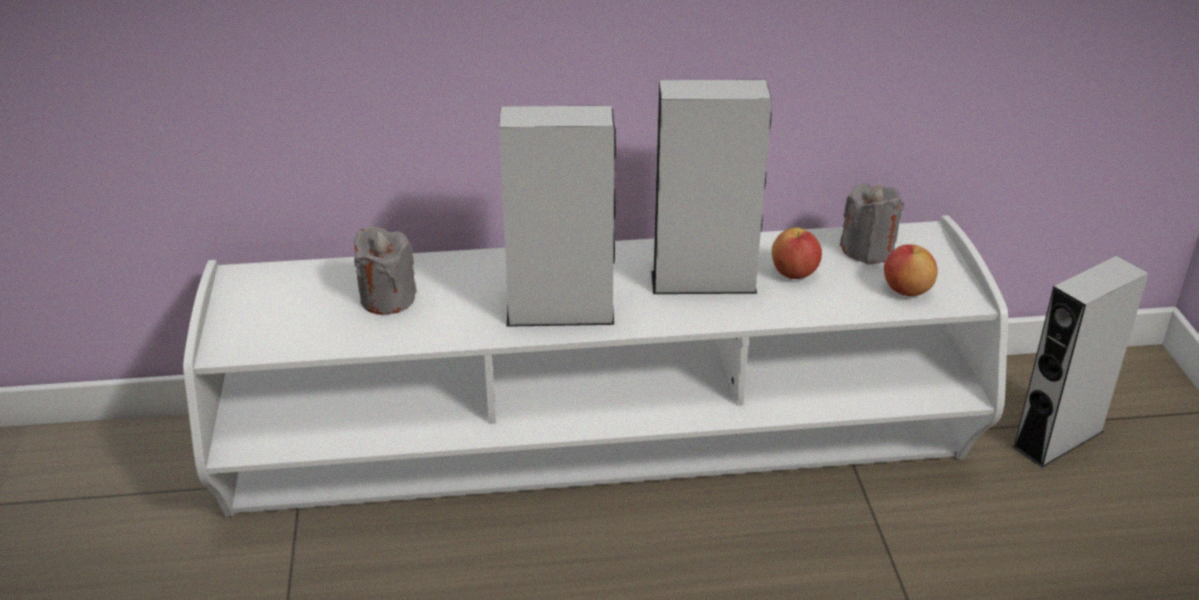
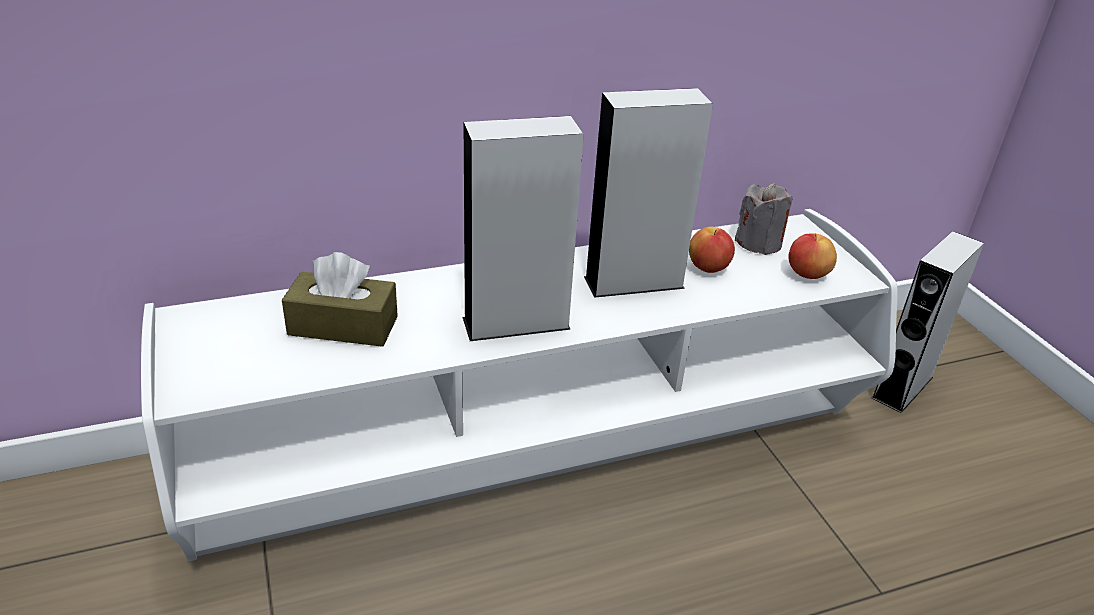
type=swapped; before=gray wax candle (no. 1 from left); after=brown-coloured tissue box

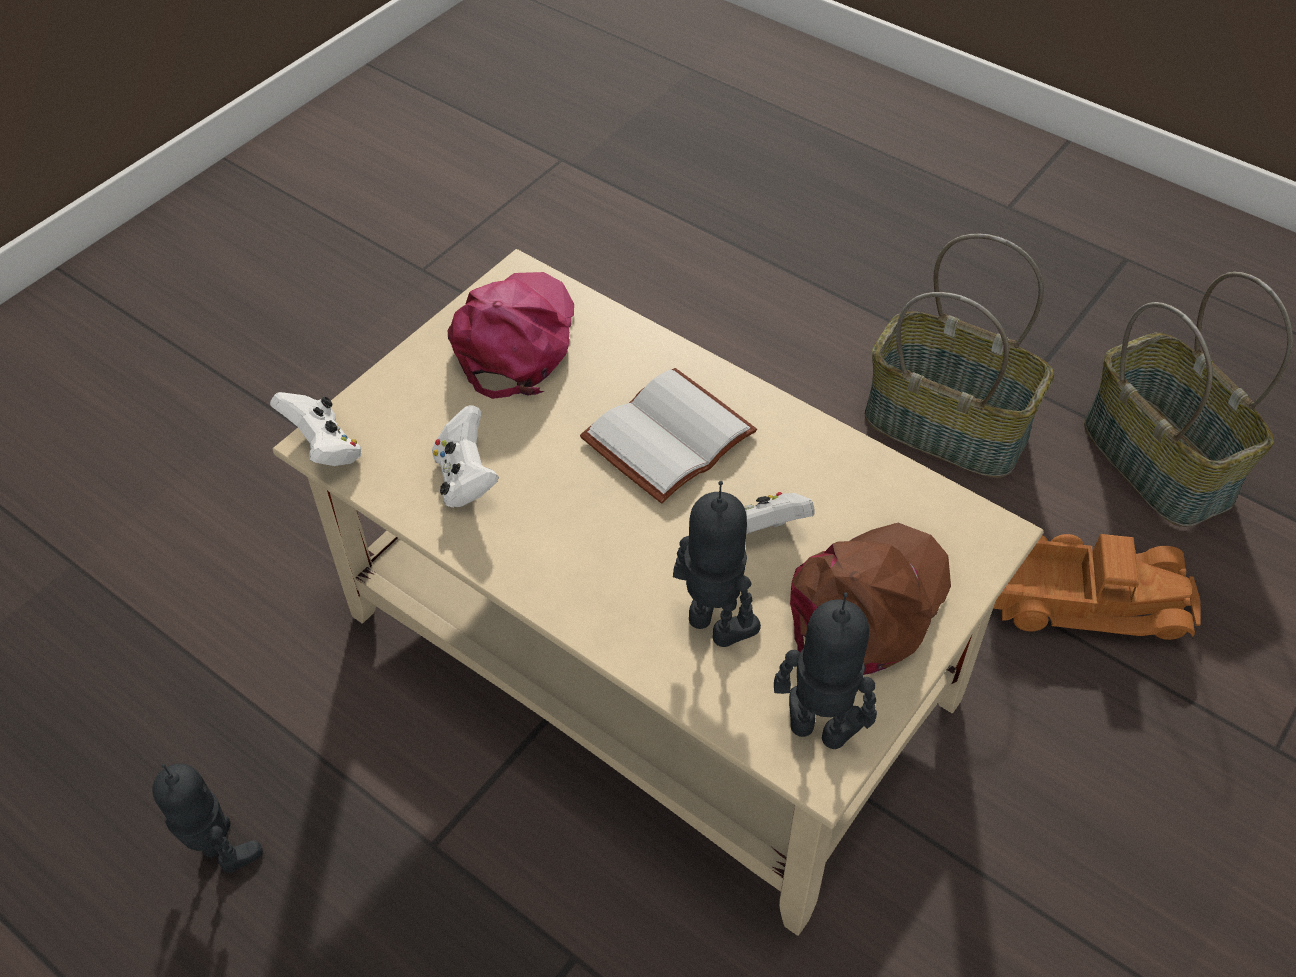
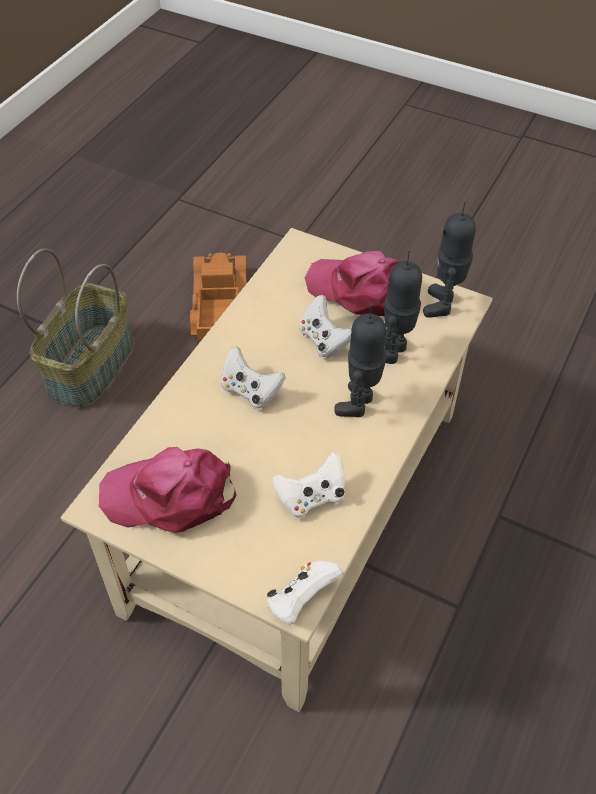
type=gone; before=basket (no. 2 from left)
type=swapped; before=white-coloured volume; after=white-coloured gamepad (no. 1 from left)
type=repainted; before=brown-coloured cap; after=pinkish cap (no. 2 from left)
type=shifted; before=toy robot (no. 1 from left)

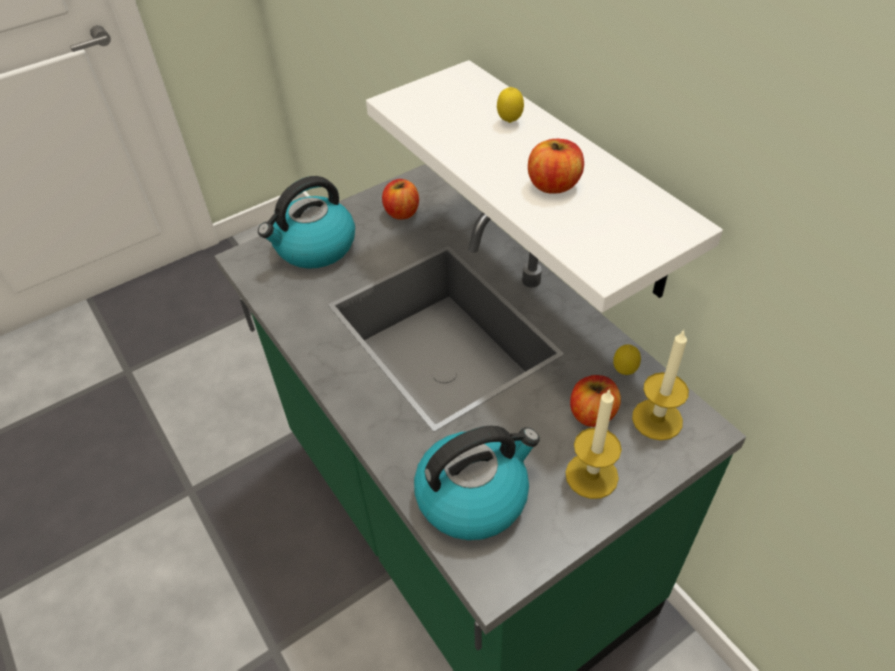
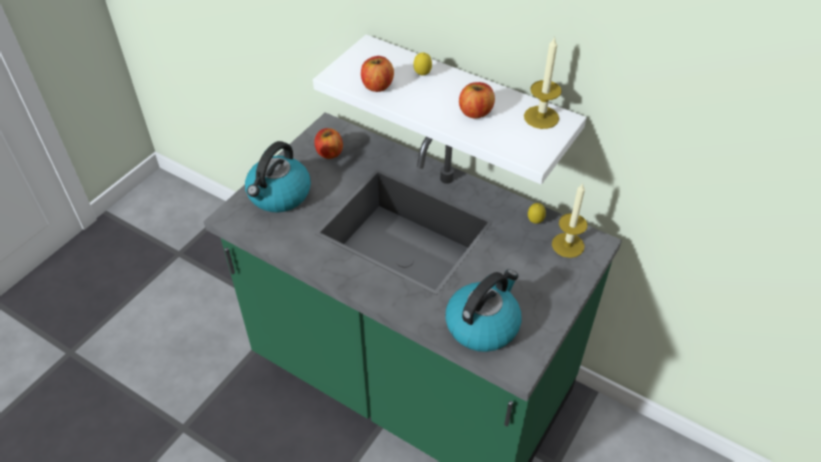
type=shifted; before=apple (no. 3 from left in the first image); after=apple (no. 2 from left)
type=shifted; before=wax candle (no. 1 from left)

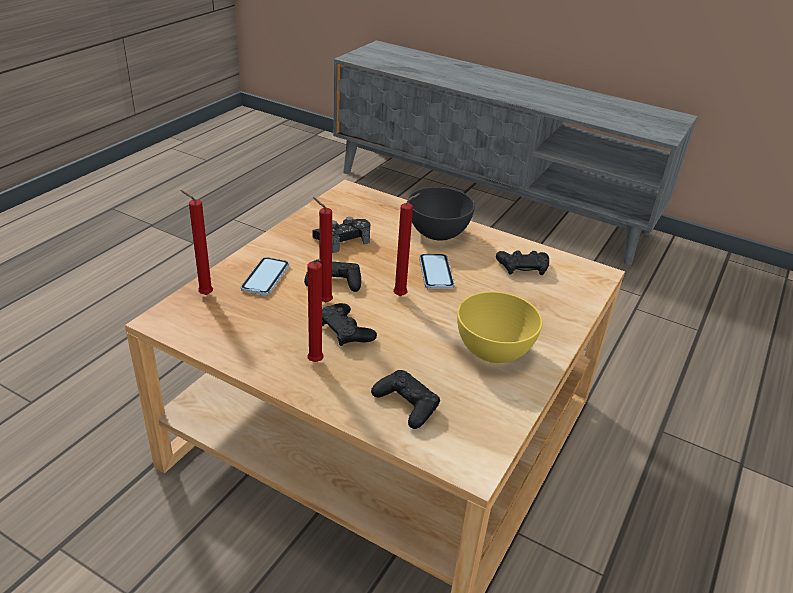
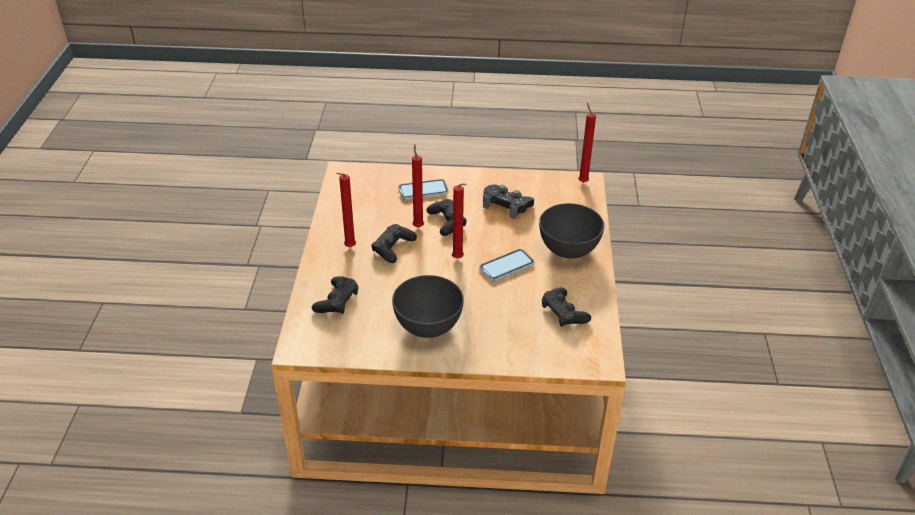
type=shifted; before=reddish wax candle (no. 1 from left in the first image); after=reddish wax candle (no. 4 from left)
type=repainted; before=yellow bowl; after=gray bowl (no. 1 from left)

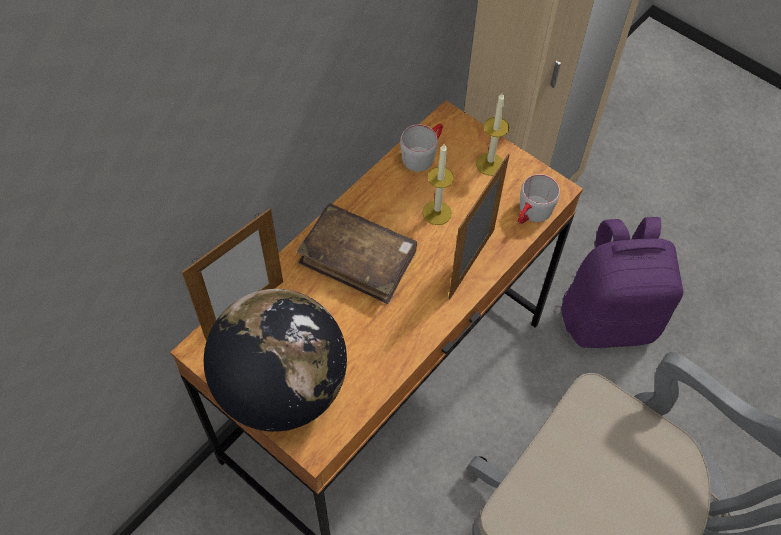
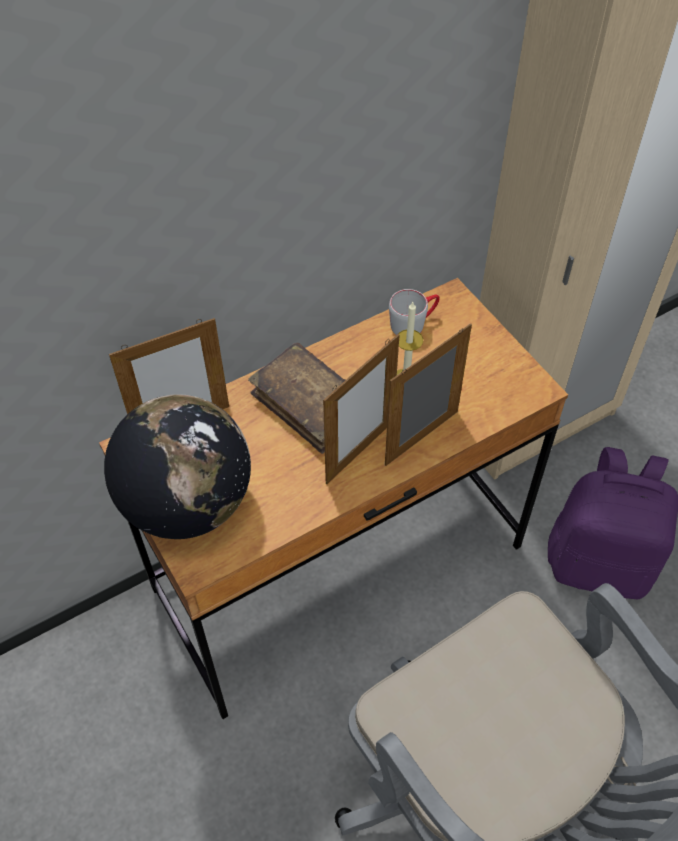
type=gone; before=wax candle (no. 2 from left)
type=gone; before=gray mug (no. 2 from left)
type=new; after=picture frame (no. 2 from left)

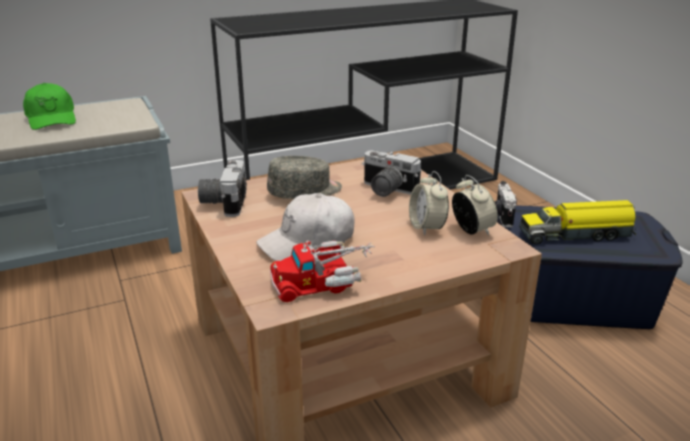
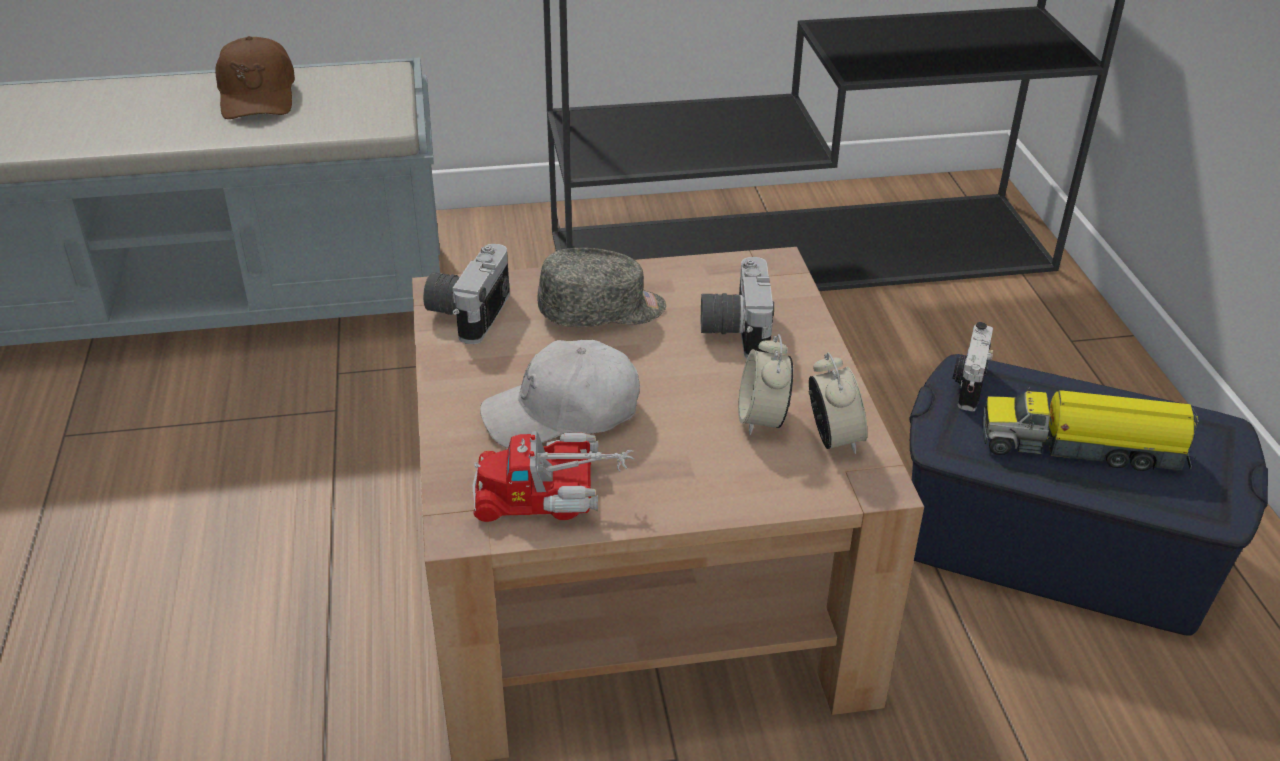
type=repainted; before=green cap; after=brown-coloured cap
type=rotated; before=still camera (no. 2 from left); turn=45

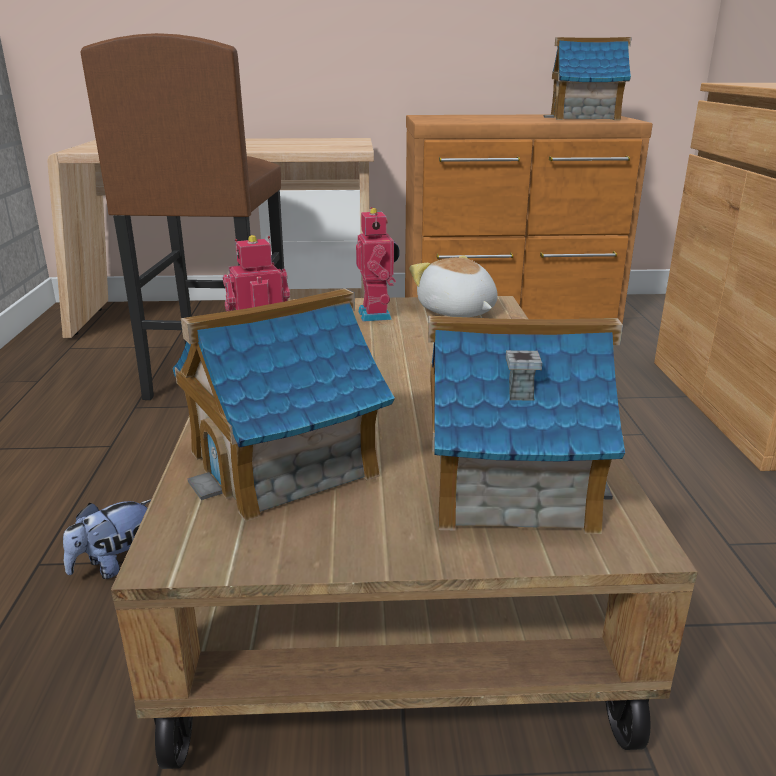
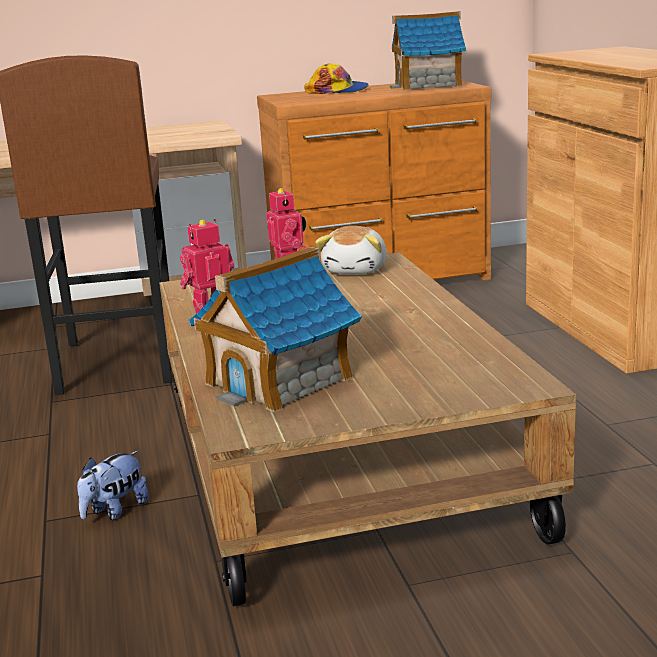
type=rotated; before=cuddly toy (no. 2 from left); turn=-120
type=gone; before=model house (no. 2 from left)
type=new; after=cap

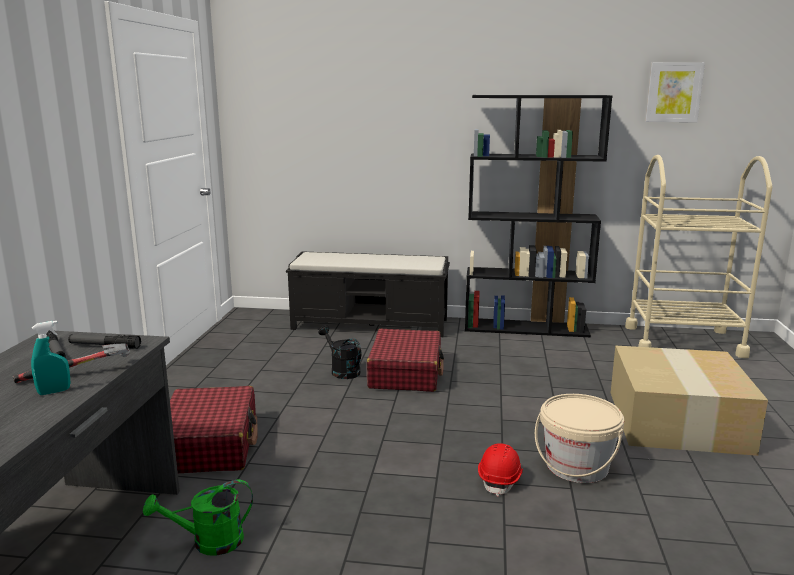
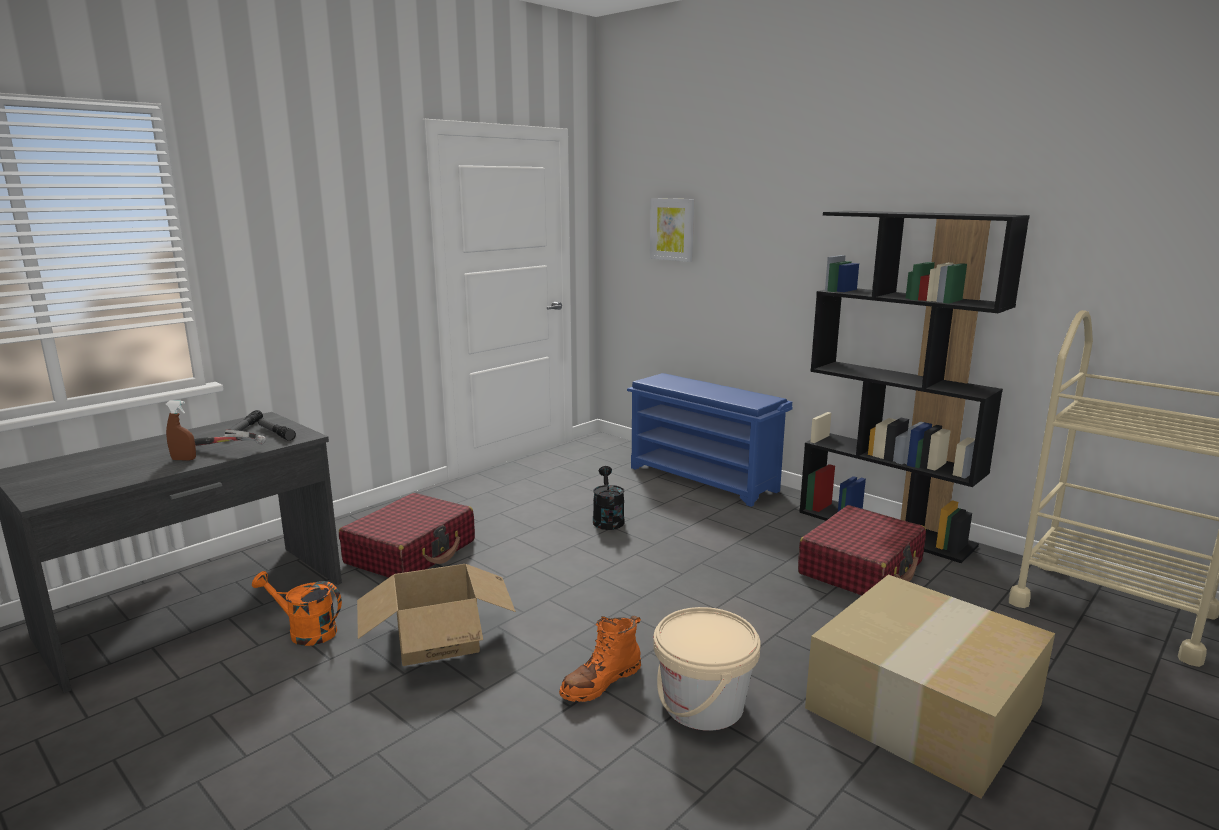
type=shifted; before=wall picture
type=swapped; before=blackish indoor bench; after=blue-coloured shoe shelf
type=repainted; before=blue-green hand sprayer; after=brown-coloured hand sprayer
type=shifted; before=reddish piece of luggage (no. 2 from left)
type=swapped; before=reddish hard hat; after=orange boot
type=repainted; before=green sprinkling can; after=orange sprinkling can
type=new; after=packing box (no. 1 from left)

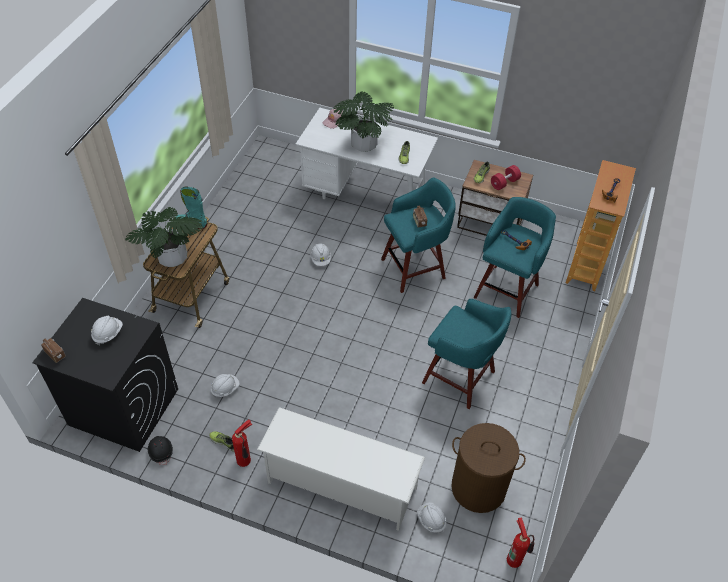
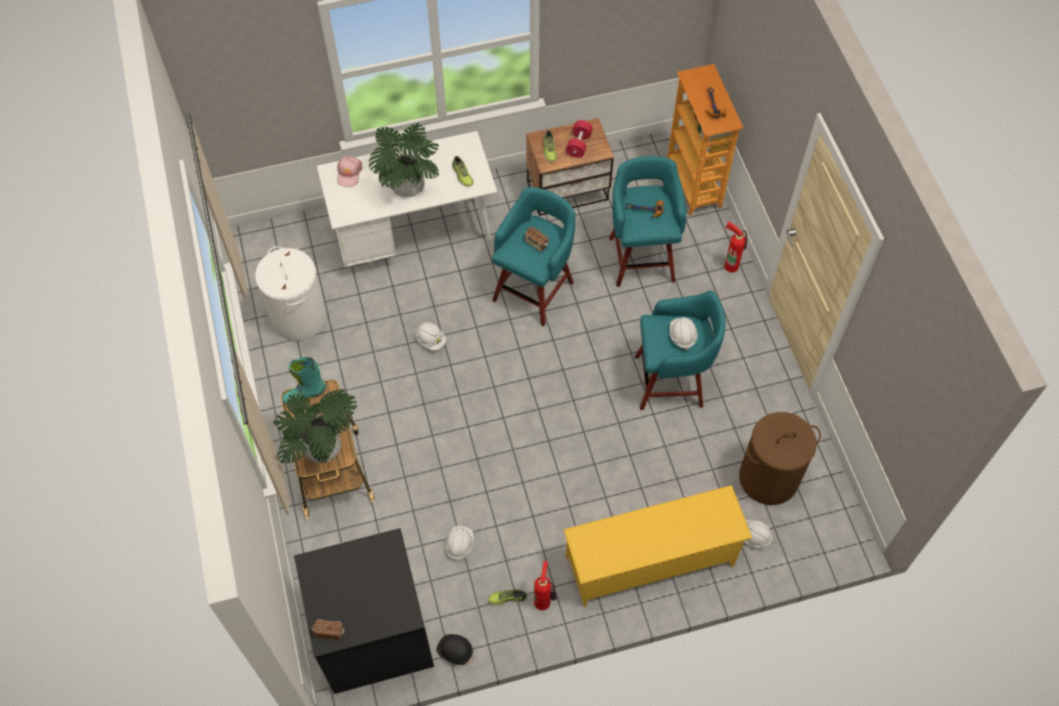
type=shifted; before=white-coloured hard hat (no. 1 from left in the first image); after=white-coloured hard hat (no. 3 from left)
type=repainted; before=white-coloured shoe shelf; after=yellow shoe shelf
type=shifted; before=fire extinguisher (no. 2 from left)
type=new; after=white-coloured laundry basket

